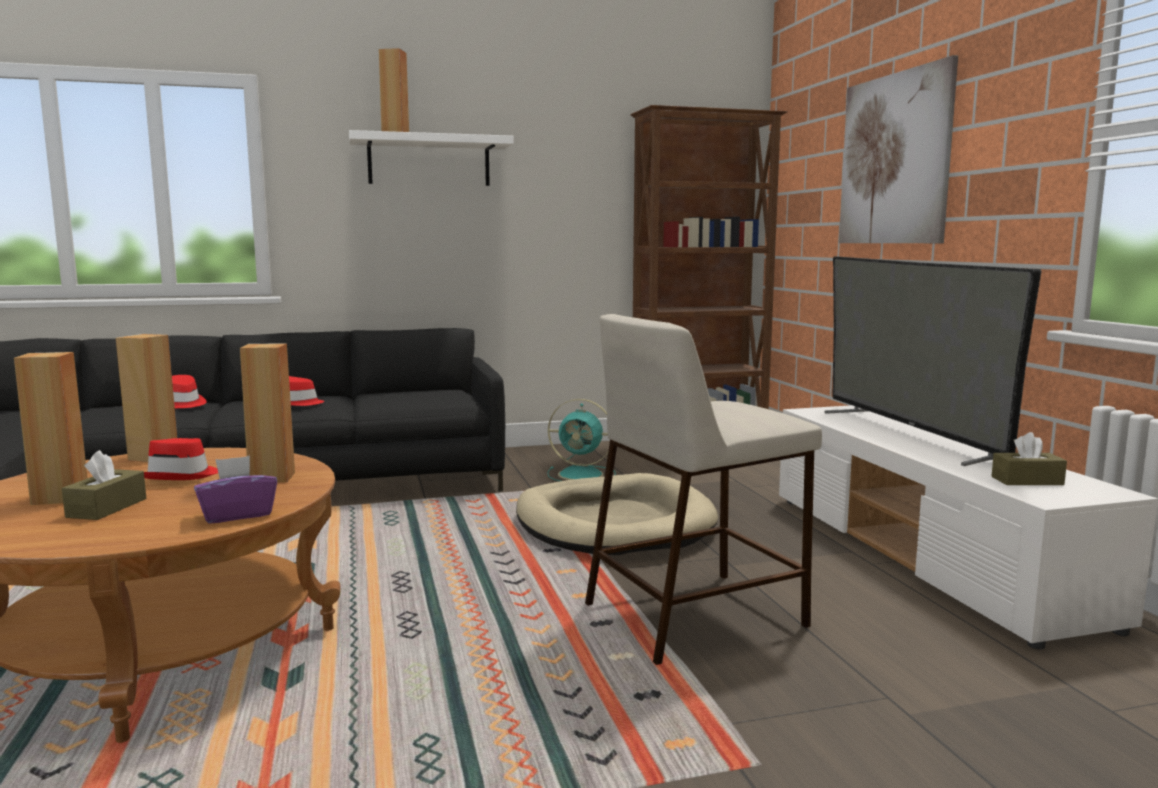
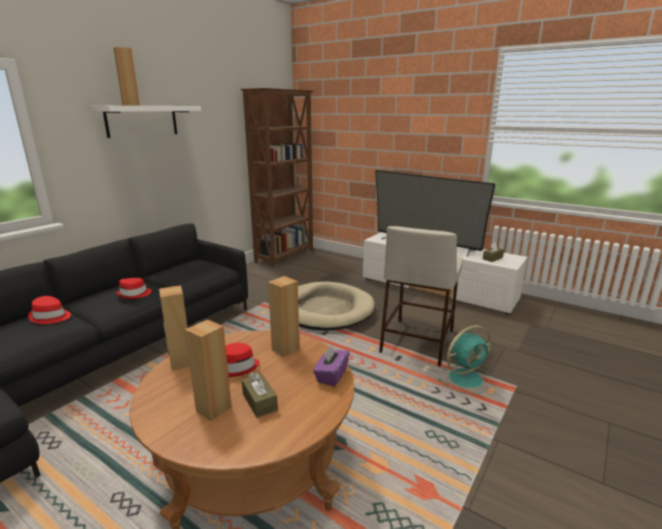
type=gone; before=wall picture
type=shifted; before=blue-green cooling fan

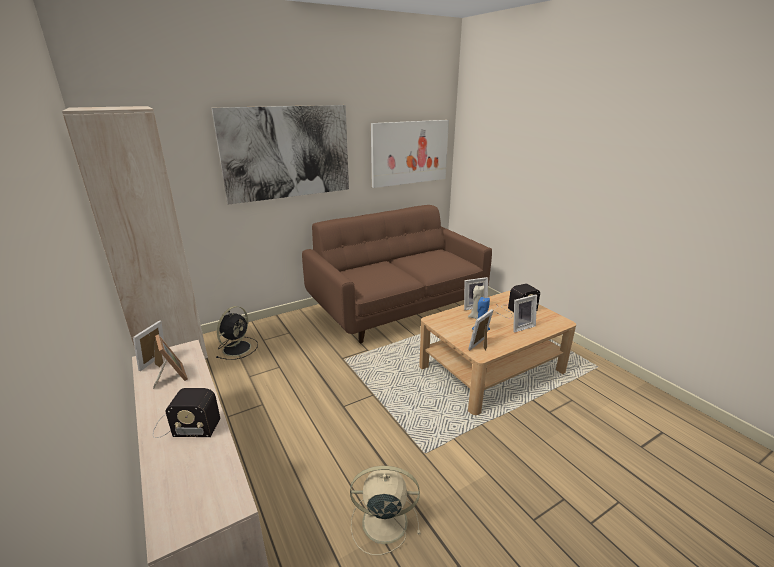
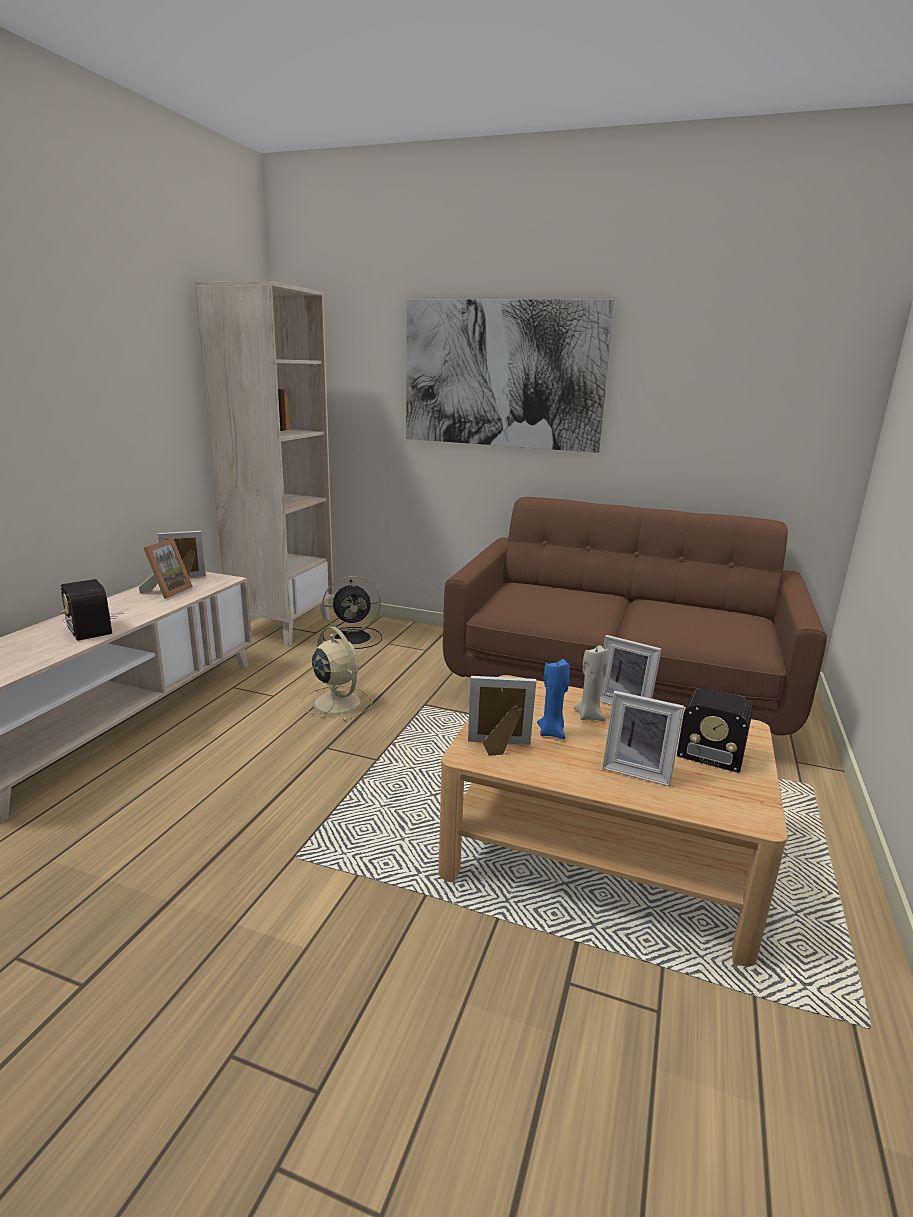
type=gone; before=wall picture (no. 2 from left)
type=shifted; before=beige cooling fan

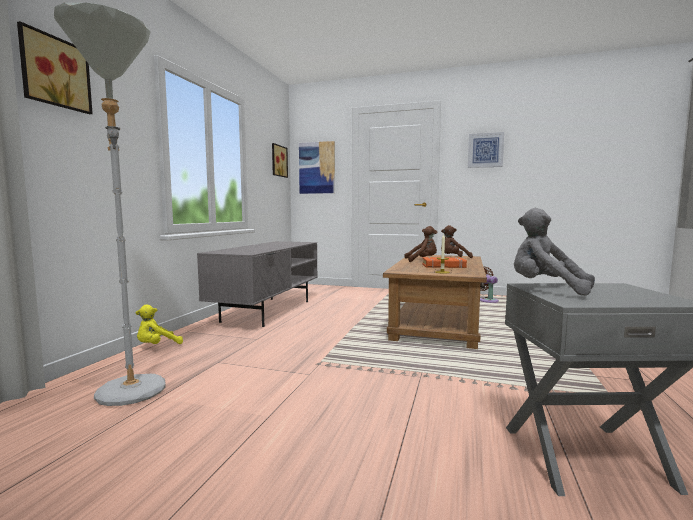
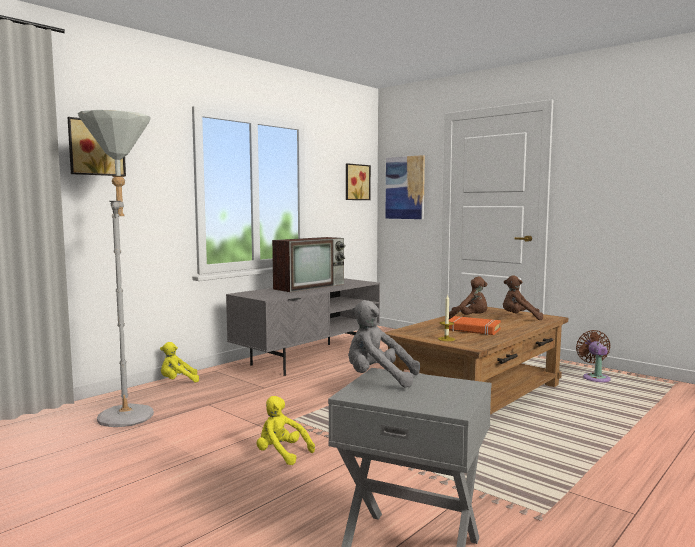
type=gone; before=wall picture (no. 4 from left)
type=rotated; before=gray cuddly toy; turn=-45
type=new; after=TV set
type=new; after=yellow cuddly toy (no. 2 from left)

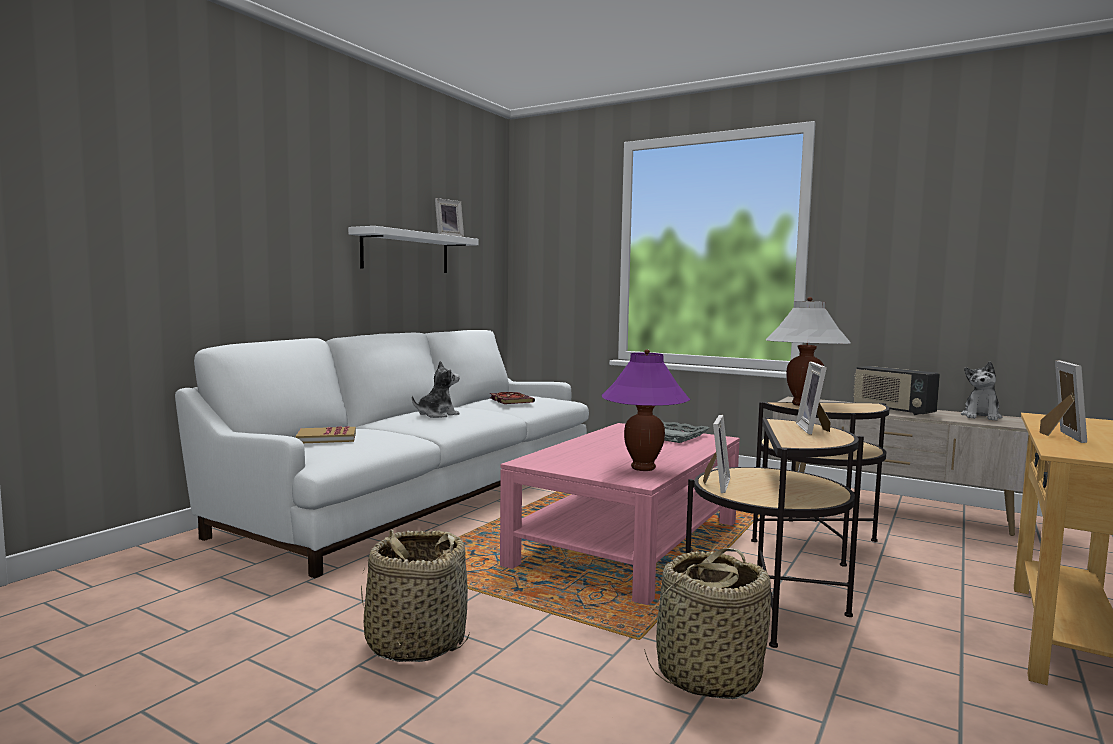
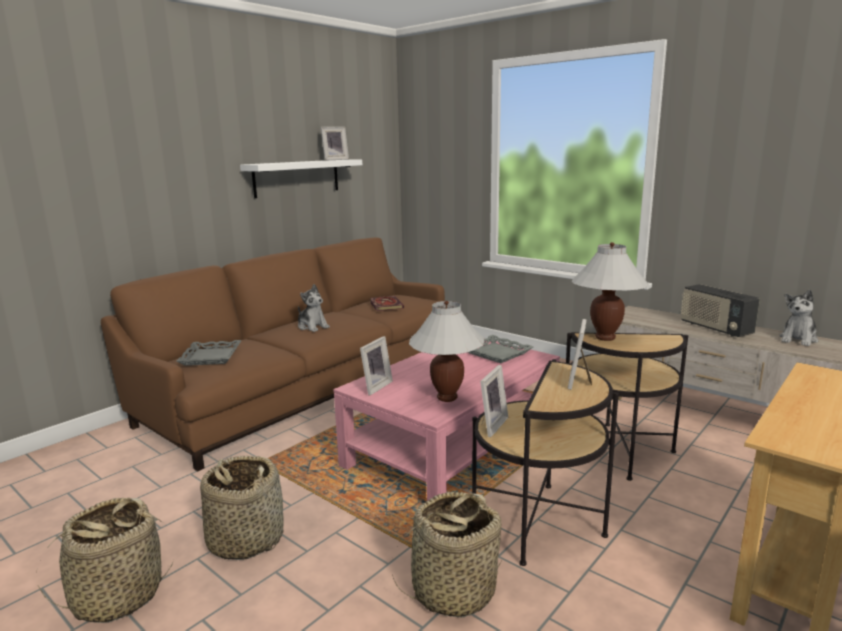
type=repainted; before=white-coloured sofa; after=brown-coloured sofa
type=repainted; before=purple-coloured lamp for a table; after=white-coloured lamp for a table (no. 1 from left)
type=shifted; before=picture frame (no. 4 from left in the first image); after=picture frame (no. 2 from left)
type=rotated; before=cuddly toy (no. 1 from left); turn=75
type=swapped; before=volume (no. 1 from left); after=gray tray (no. 1 from left)
type=new; after=basket (no. 1 from left)

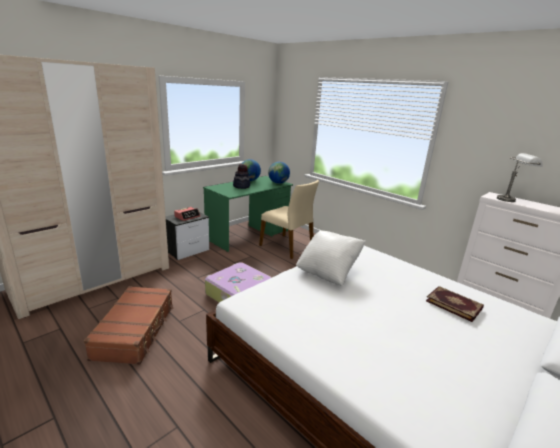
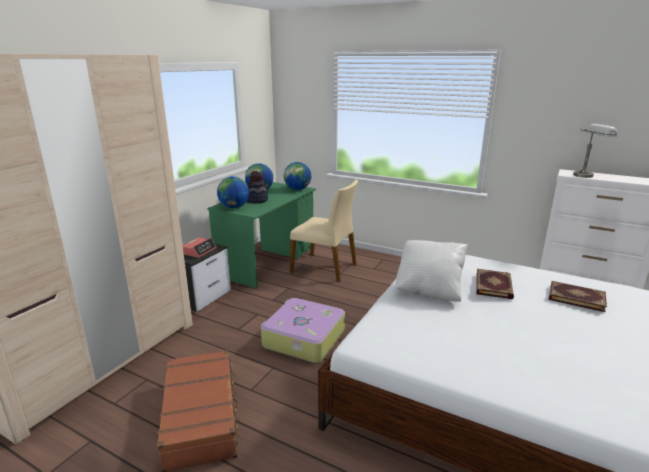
type=new; after=globe (no. 1 from left)
type=new; after=volume (no. 1 from left)

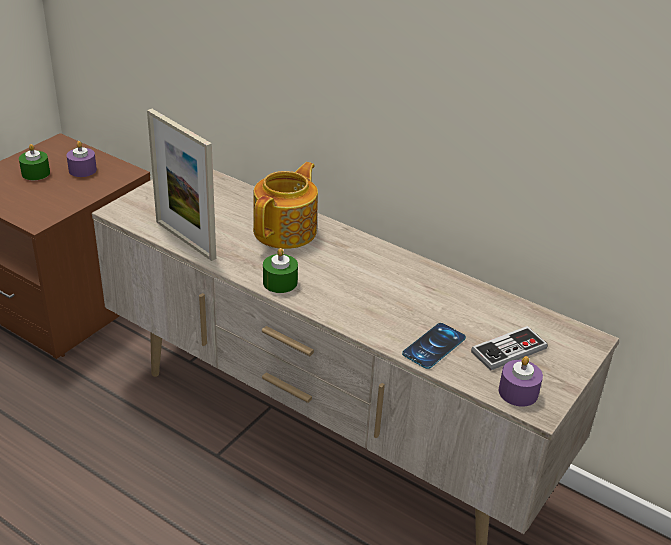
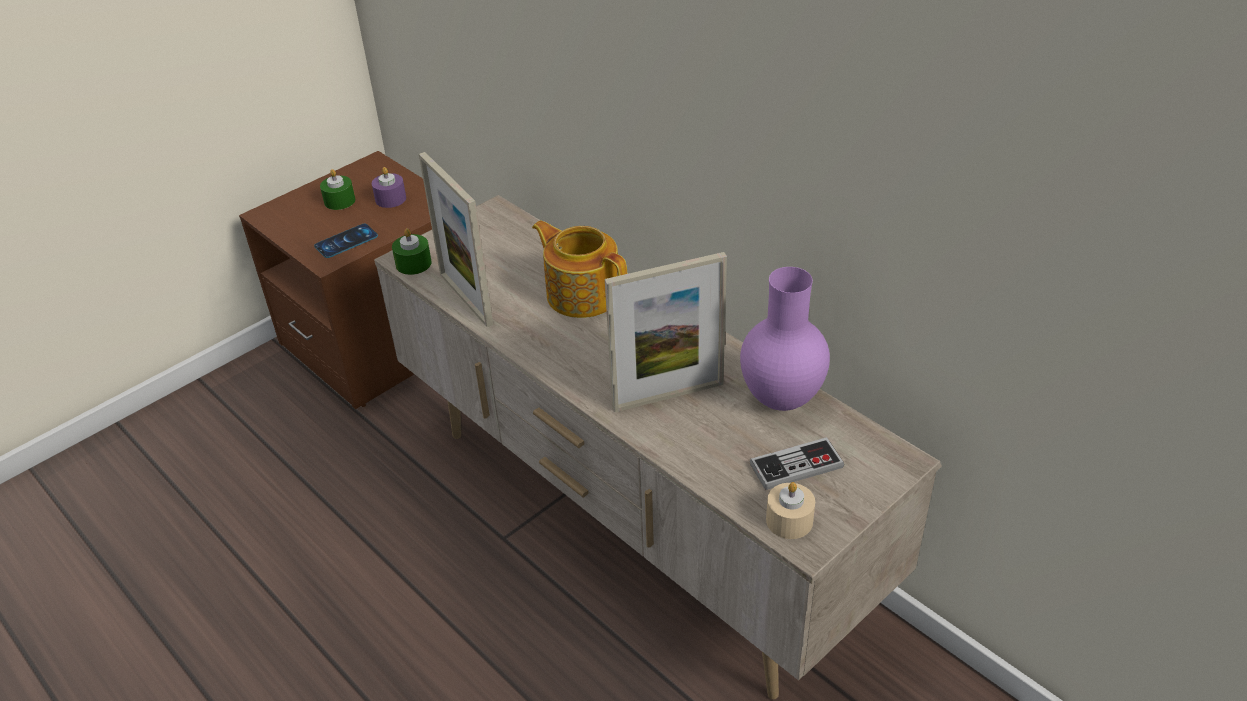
type=rotated; before=pot for tea; turn=-90
type=shifted; before=green wax candle (no. 2 from left)
type=shifted; before=handset
type=repainted; before=purple-coloured wax candle (no. 2 from left); after=beige wax candle
type=new; after=picture frame (no. 2 from left)
type=new; after=purple-coloured vase

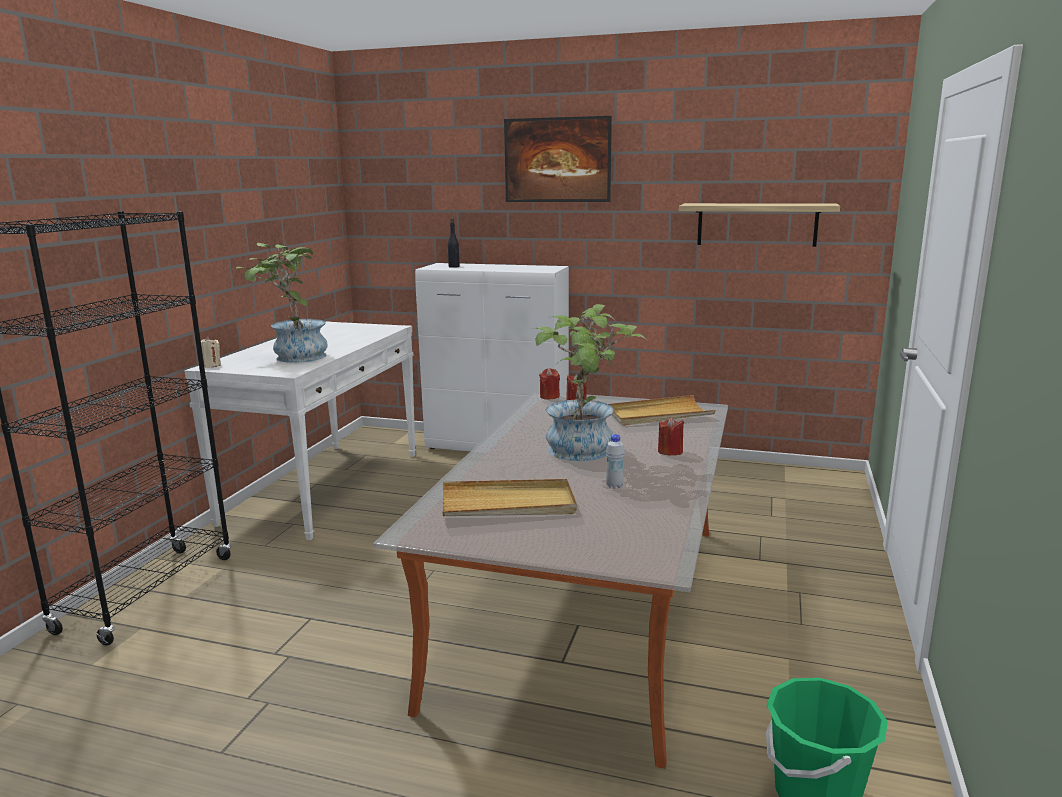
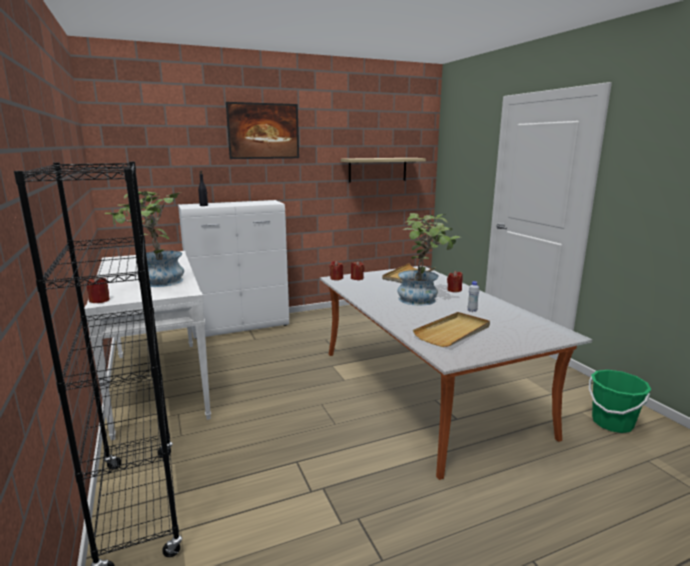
type=repainted; before=beige wax candle; after=reddish wax candle (no. 1 from left)

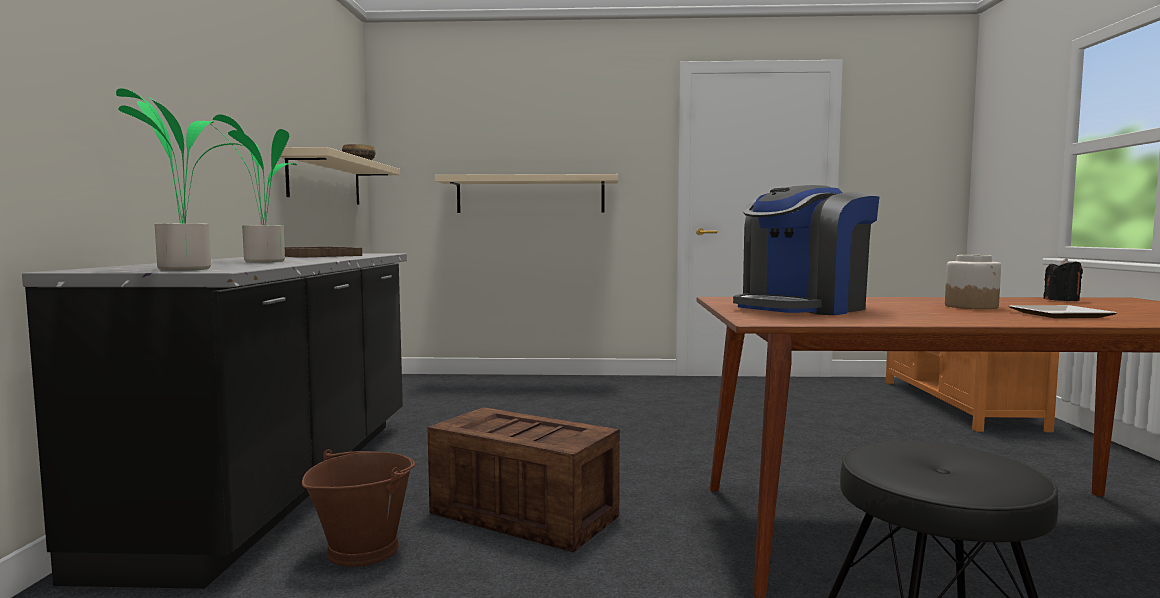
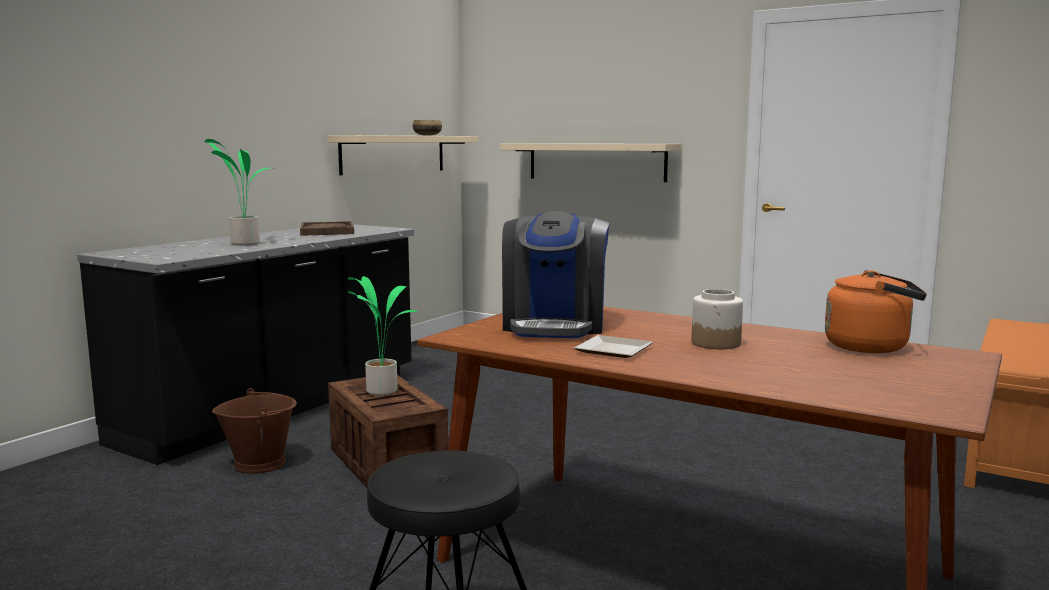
type=shifted; before=plant in a pot (no. 1 from left in the first image); after=plant in a pot (no. 2 from left)
type=rotated; before=coffee brewer; turn=-75
type=swapped; before=blackish wax candle; after=orange water kettle
type=shifted; before=plate

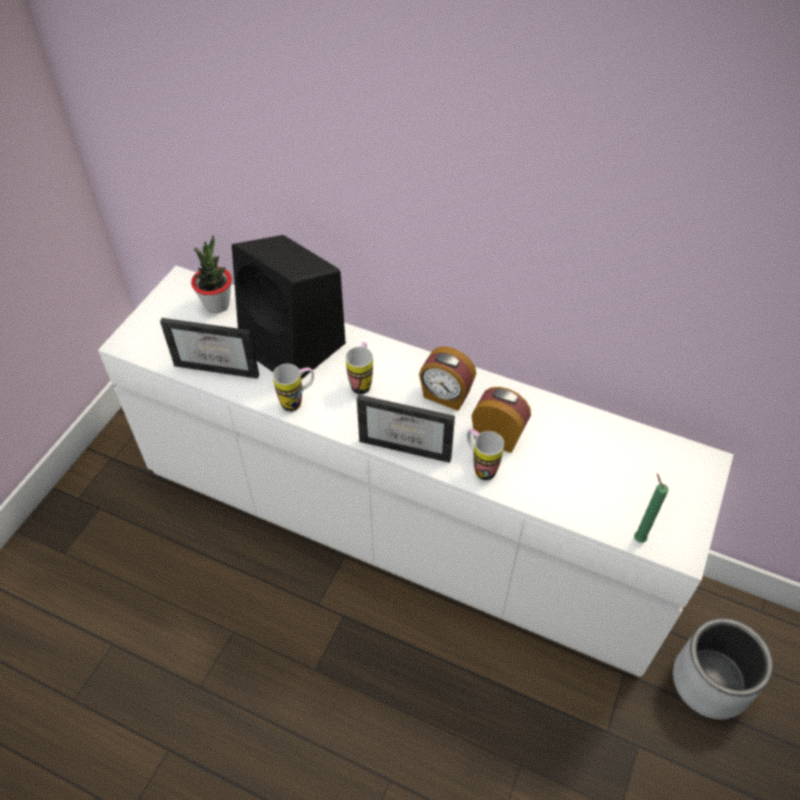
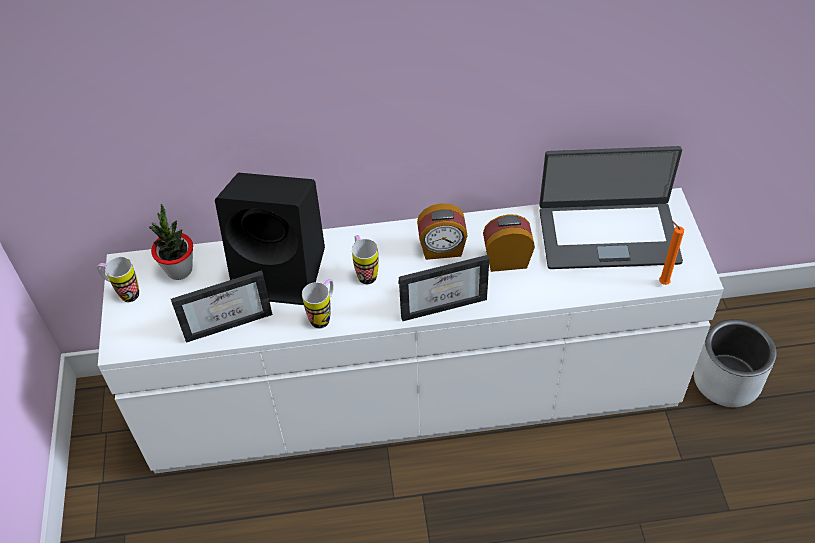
type=shifted; before=mug (no. 3 from left in the first image); after=mug (no. 1 from left)
type=repainted; before=green wax candle; after=orange wax candle
type=new; after=portable computer

